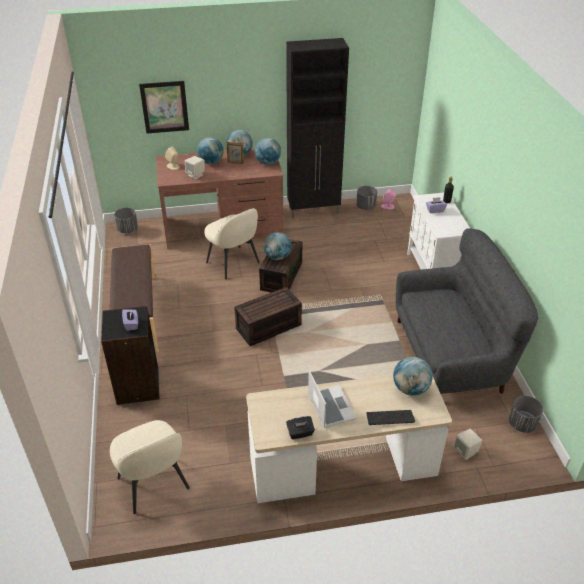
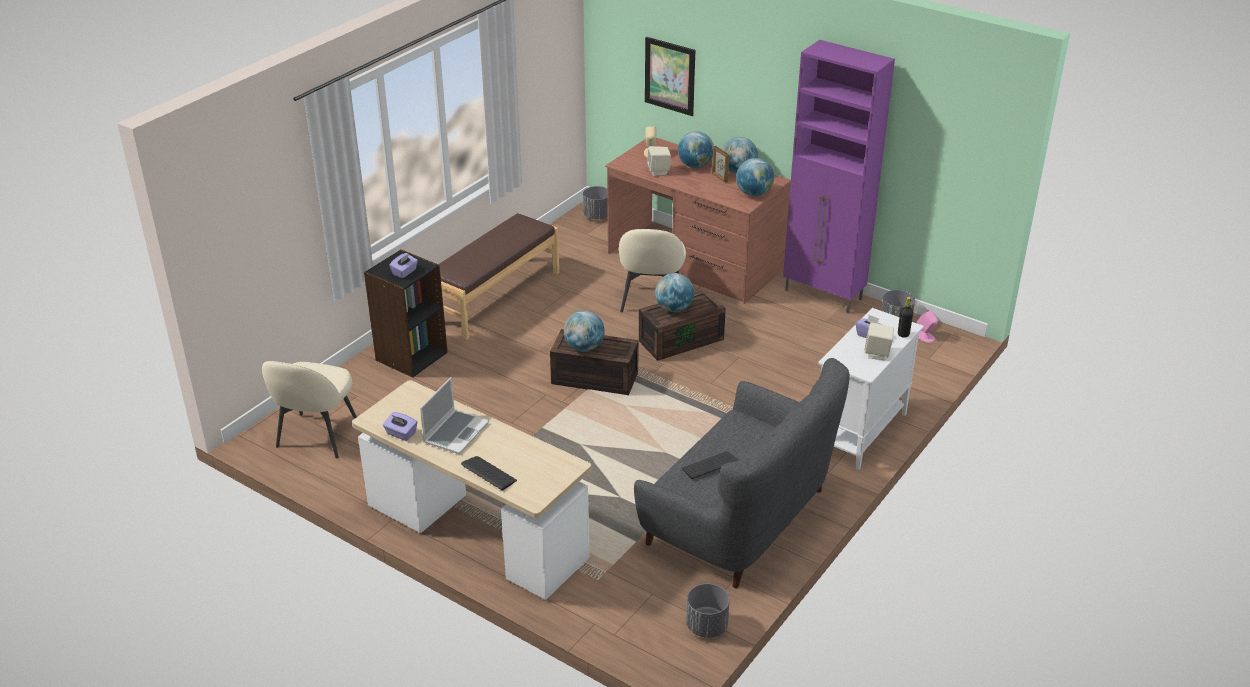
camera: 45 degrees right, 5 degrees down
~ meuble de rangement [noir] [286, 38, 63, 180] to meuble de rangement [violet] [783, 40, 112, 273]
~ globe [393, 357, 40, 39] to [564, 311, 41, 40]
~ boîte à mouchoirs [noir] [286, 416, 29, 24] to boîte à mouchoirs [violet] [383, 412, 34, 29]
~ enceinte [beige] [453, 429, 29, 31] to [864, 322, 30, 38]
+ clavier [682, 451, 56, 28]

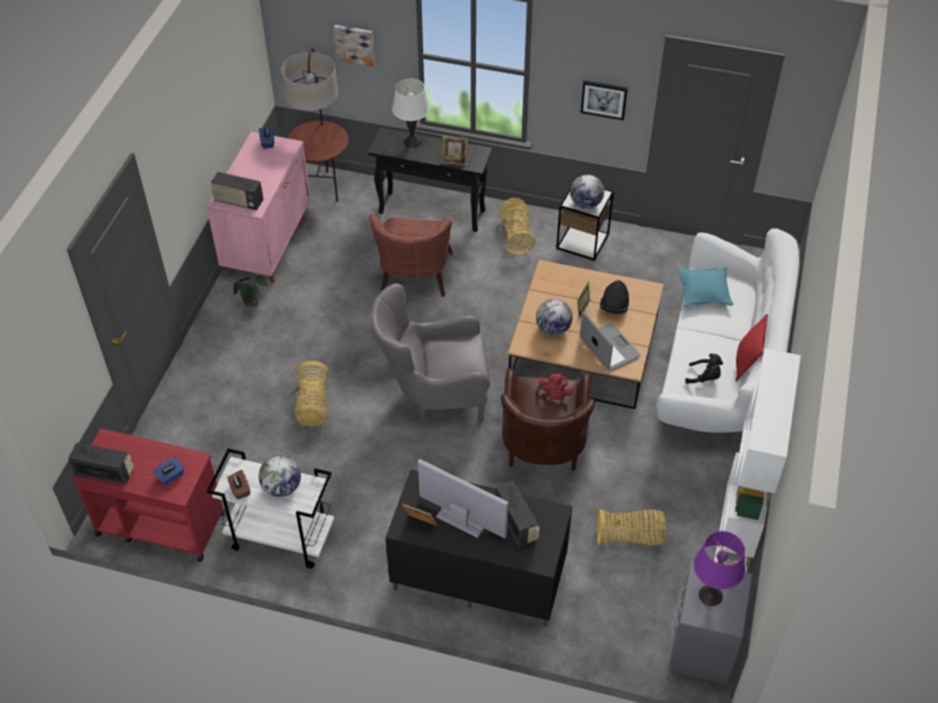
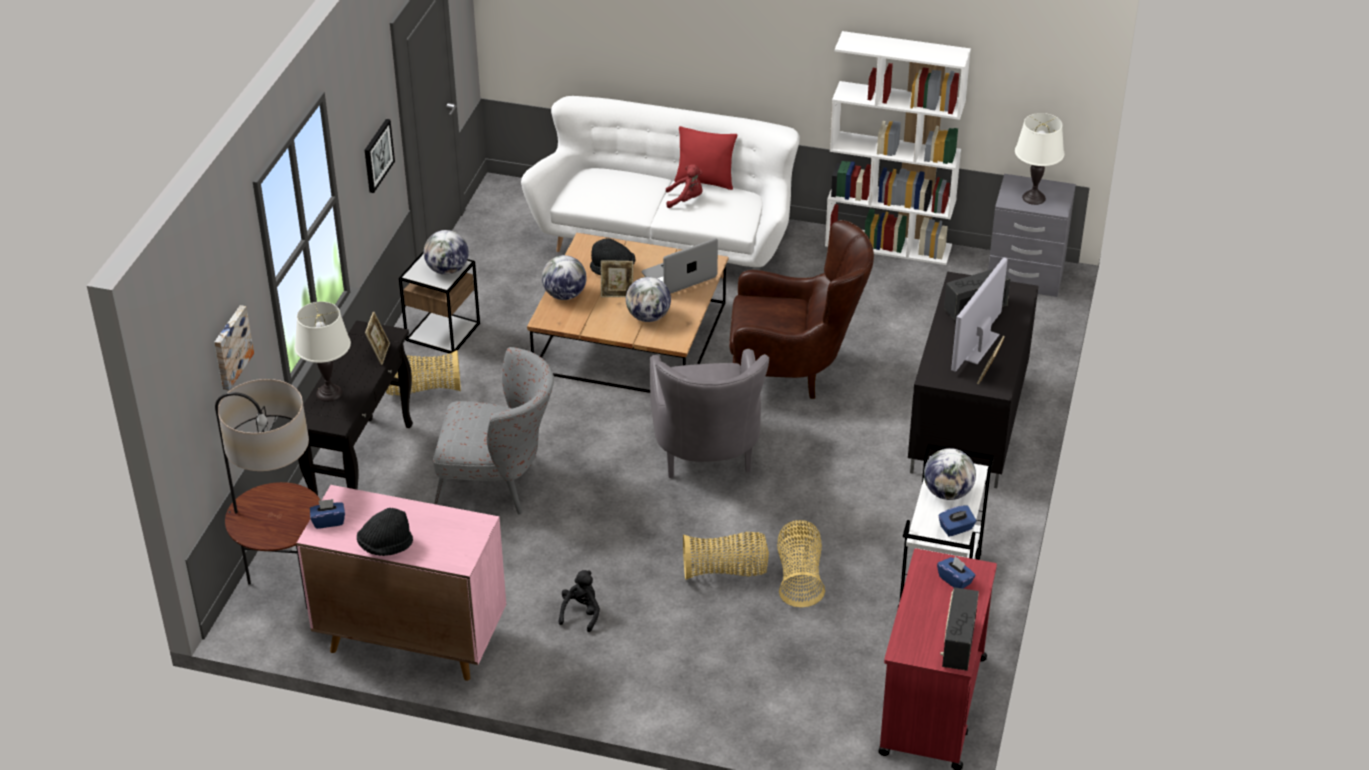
camera: 90 degrees left, 10 degrees down
- radio [211, 172, 53, 38]
~ fauteuil [marron] [369, 214, 84, 83] to fauteuil [gris] [433, 347, 121, 167]
- coussin [turquoise] [678, 268, 55, 38]
- plante en pot [233, 276, 35, 31]
~ peluche [noir] [685, 353, 38, 31] to [559, 570, 41, 62]
~ peluche [rouge] [538, 373, 35, 27] to [666, 164, 37, 44]
~ boîte à mouchoirs [marron] [227, 470, 23, 29] to boîte à mouchoirs [bleu] [939, 505, 37, 32]
~ panier [597, 509, 70, 37] to [777, 520, 48, 87]
~ lampe de table [violet] [693, 531, 52, 75] to lampe de table [blanc] [1015, 113, 49, 92]
+ globe [542, 255, 45, 45]
+ chapeau [noir] [357, 508, 56, 48]

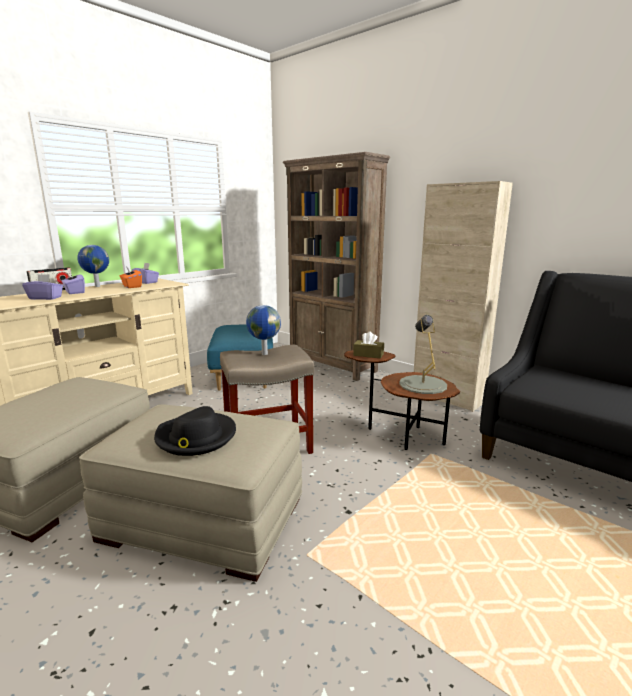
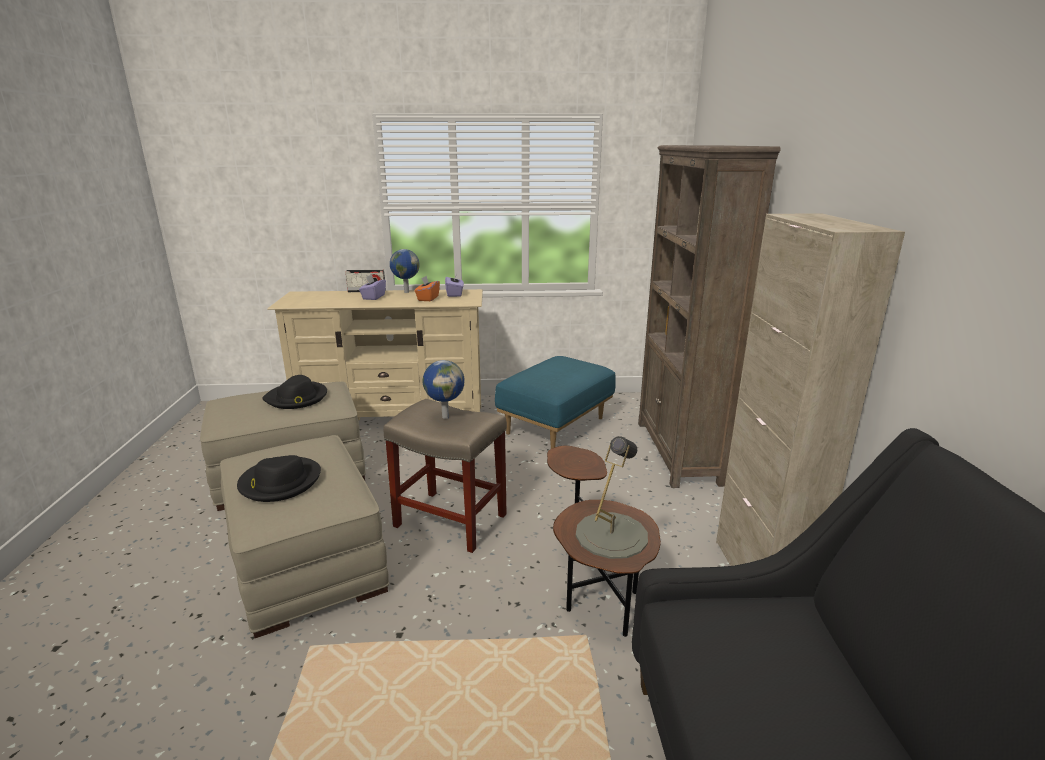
camera: 45 degrees right, 5 degrees up
- boîte à mouchoirs [violet] [22, 274, 41, 26]
- boîte à mouchoirs [marron] [353, 332, 31, 27]
+ chapeau [noir] [262, 375, 65, 34]

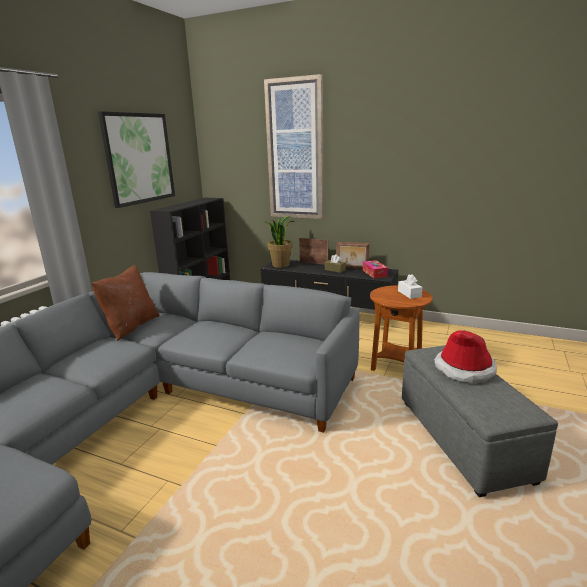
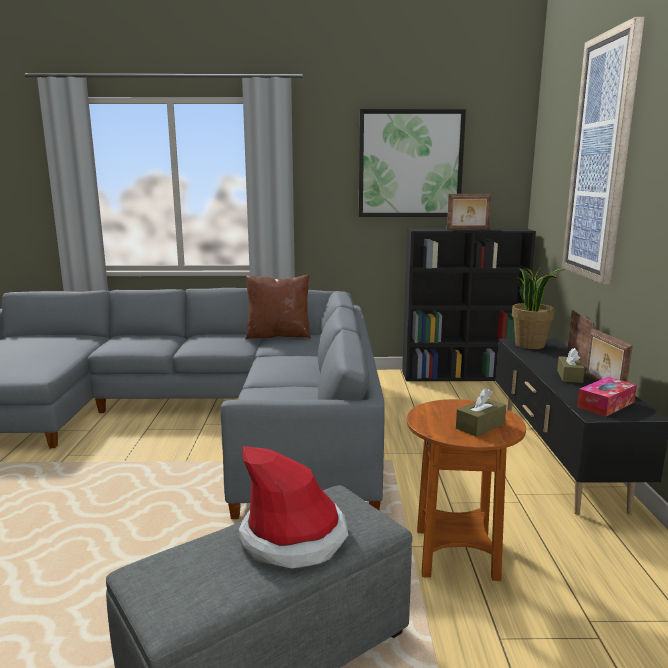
camera: 65 degrees right, 5 degrees down
~ boîte à mouchoirs [blanc] [398, 274, 24, 25] to boîte à mouchoirs [marron] [456, 388, 50, 49]
+ cadre photo [447, 194, 44, 36]

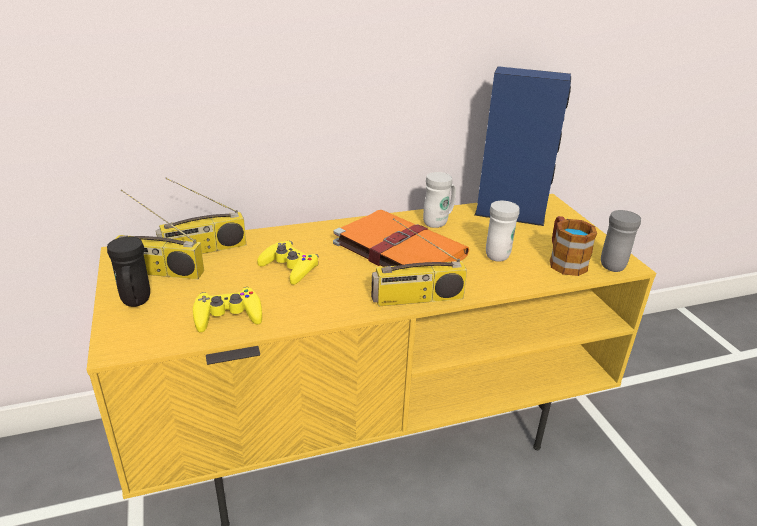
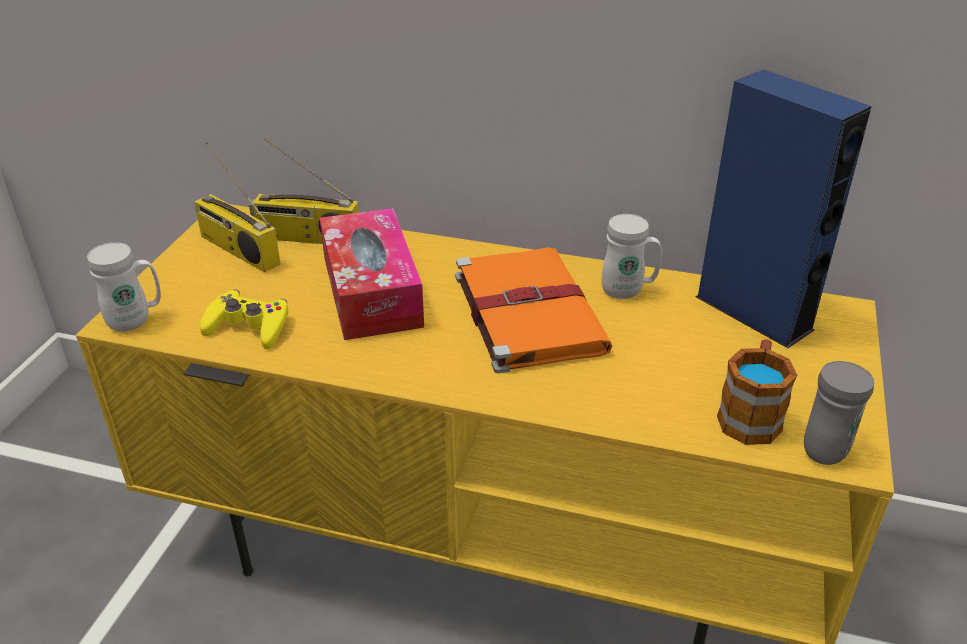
camera: 35 degrees right, 5 degrees up
~ mug [blanc] [486, 201, 34, 61] to [87, 242, 74, 89]
- radio [371, 218, 96, 88]
- mug [noir] [107, 236, 43, 71]
~ manette [jaune] [257, 241, 62, 44] to boîte à mouchoirs [320, 208, 104, 132]

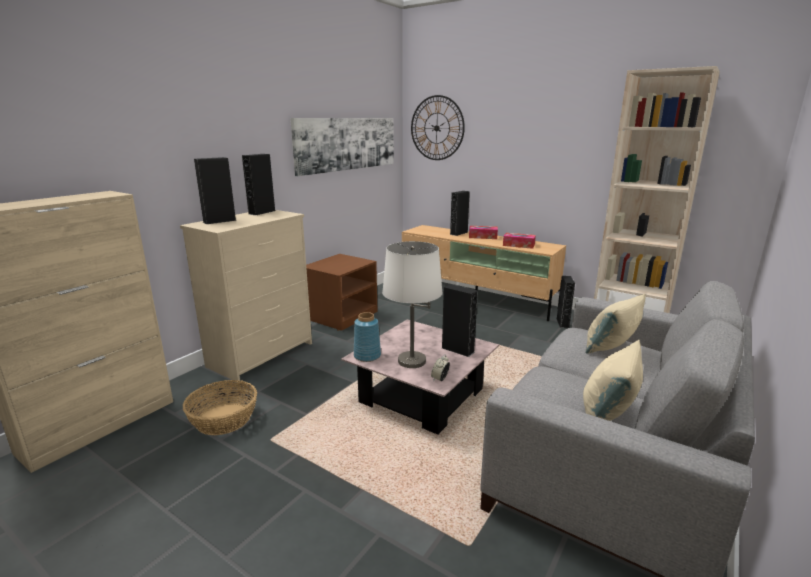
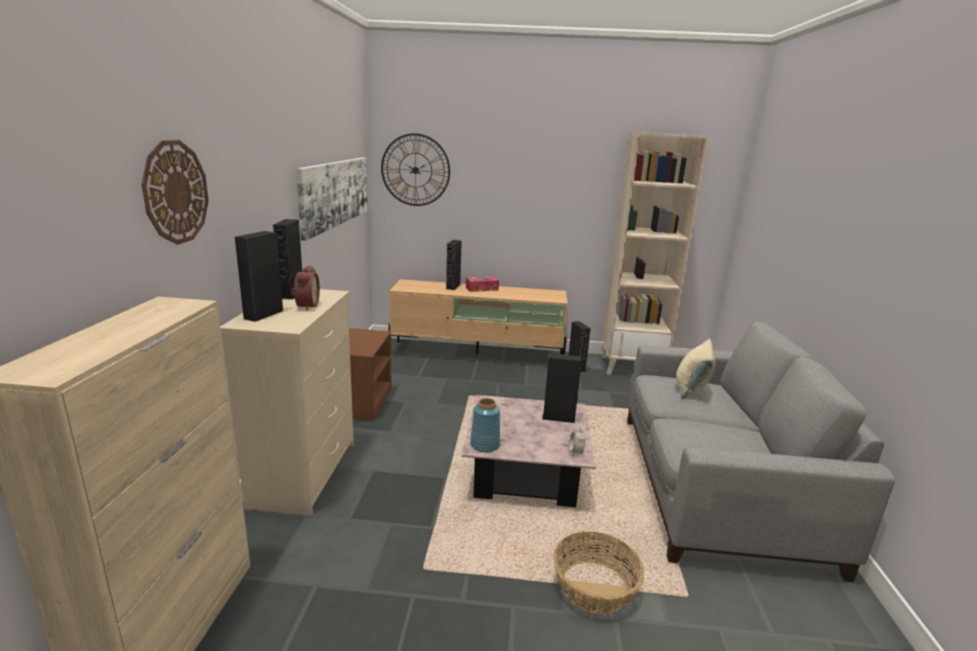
camera: 30 degrees left, 0 degrees up
- boîte à mouchoirs [503, 233, 33, 16]
- lampe de table [blanc] [382, 241, 61, 127]
- coussin [beige] [583, 340, 60, 81]
~ panier [183, 380, 74, 55] to [553, 531, 91, 83]
+ horloge murale [142, 140, 67, 105]
+ réveil [292, 265, 28, 46]

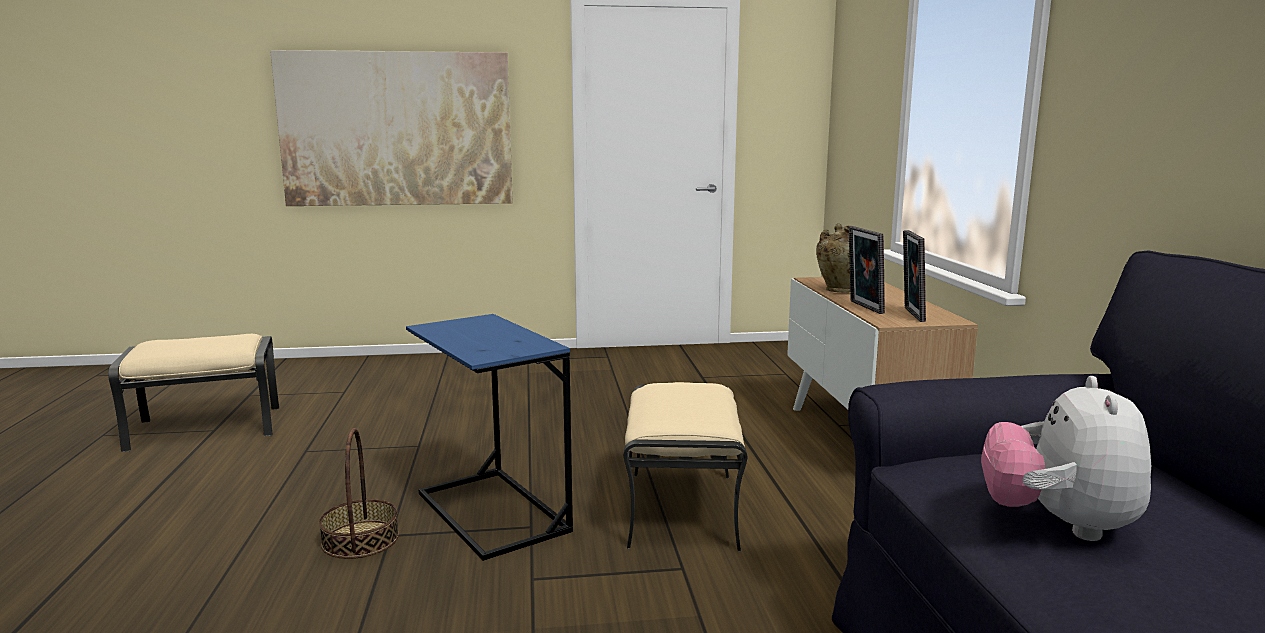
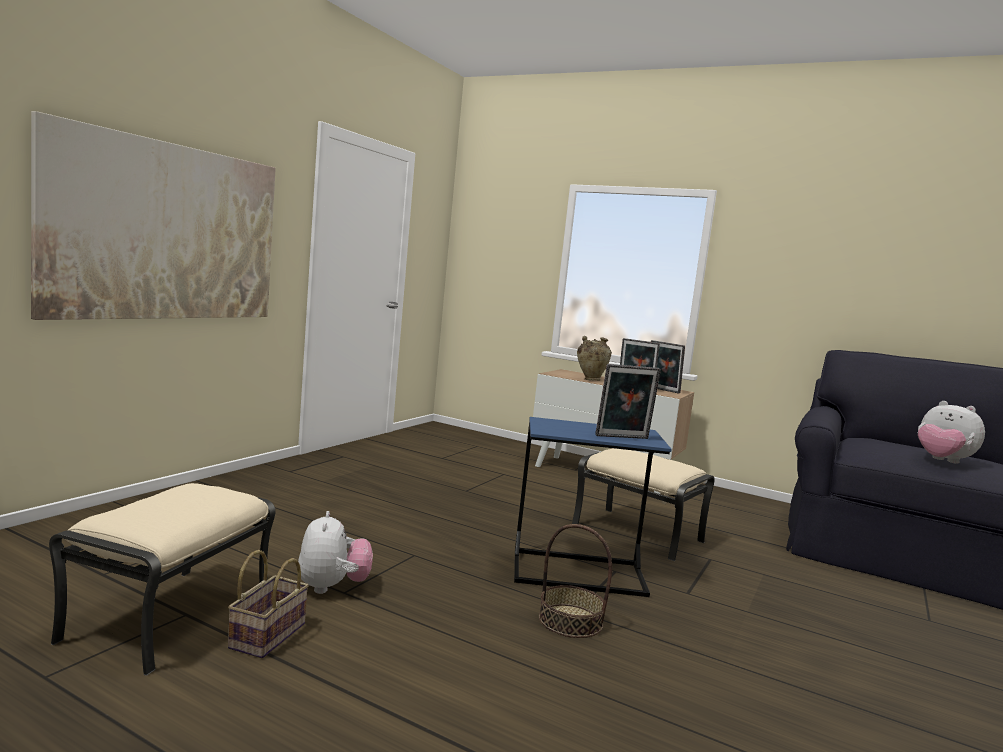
camera: 55 degrees left, 5 degrees down
+ cadre photo [595, 364, 66, 75]
+ peluche [298, 511, 75, 83]
+ panier [228, 550, 81, 108]

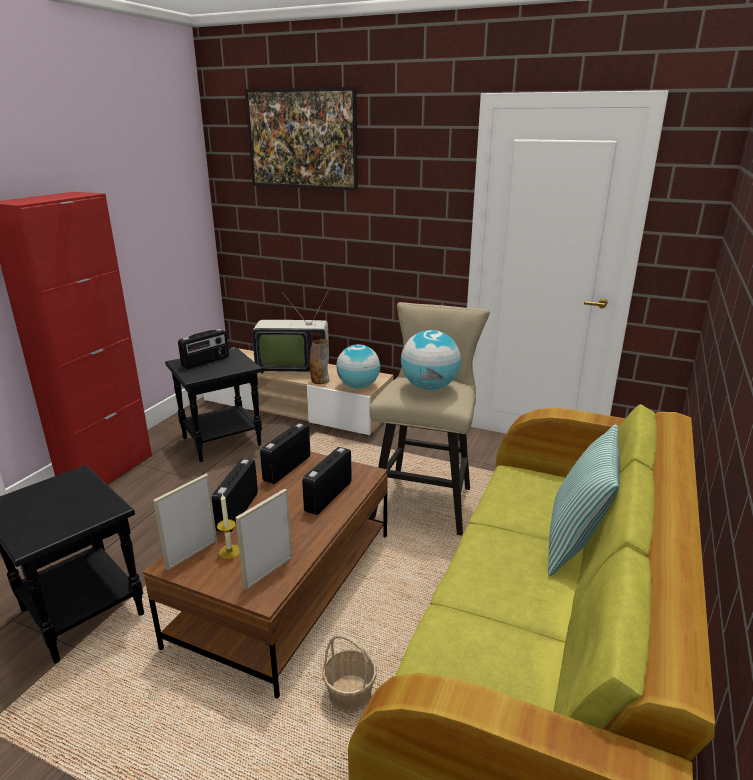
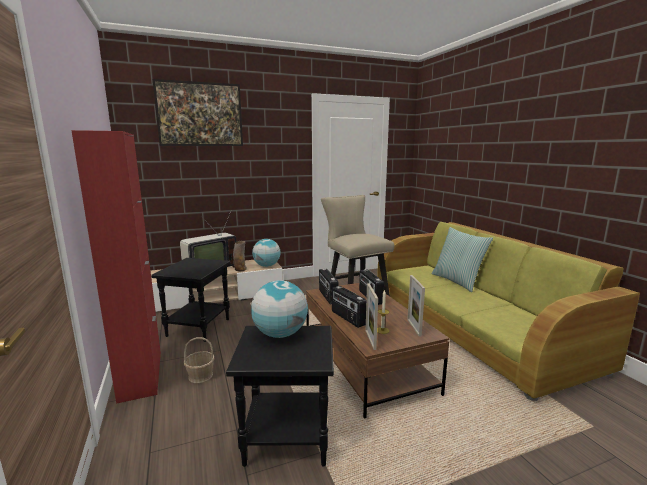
camera: 45 degrees left, 10 degrees down
- radio [178, 329, 51, 40]
~ globe [401, 330, 60, 60] to [251, 280, 57, 58]
~ panier [322, 634, 55, 79] to [184, 337, 31, 46]

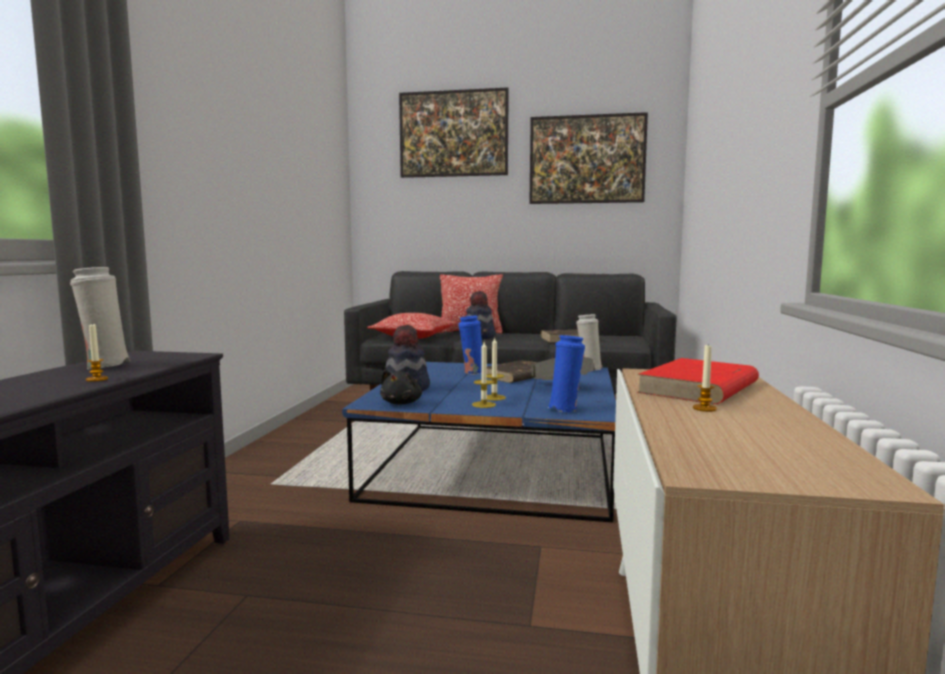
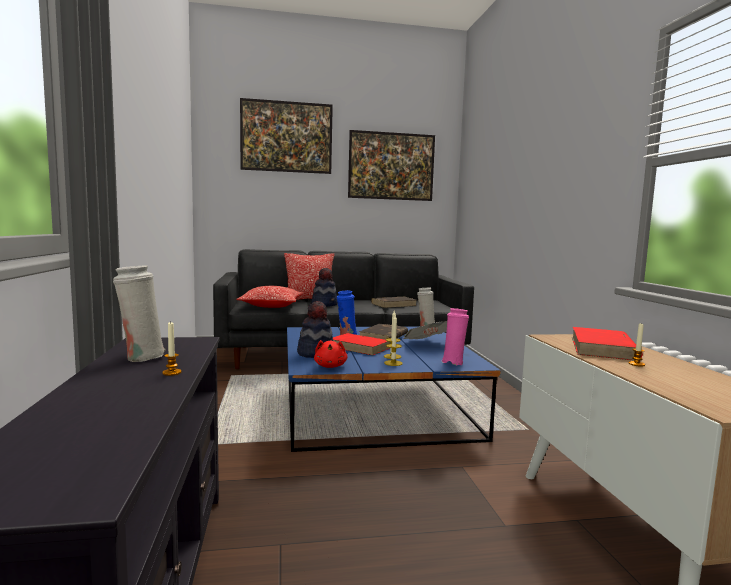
camera: 20 degrees left, 0 degrees up
~ vase [bleu] [548, 335, 37, 78] to vase [rose] [442, 308, 27, 57]
~ peluche [noir] [380, 370, 42, 35] to peluche [rouge] [314, 340, 33, 28]
+ livre [rouge] [333, 333, 58, 22]

